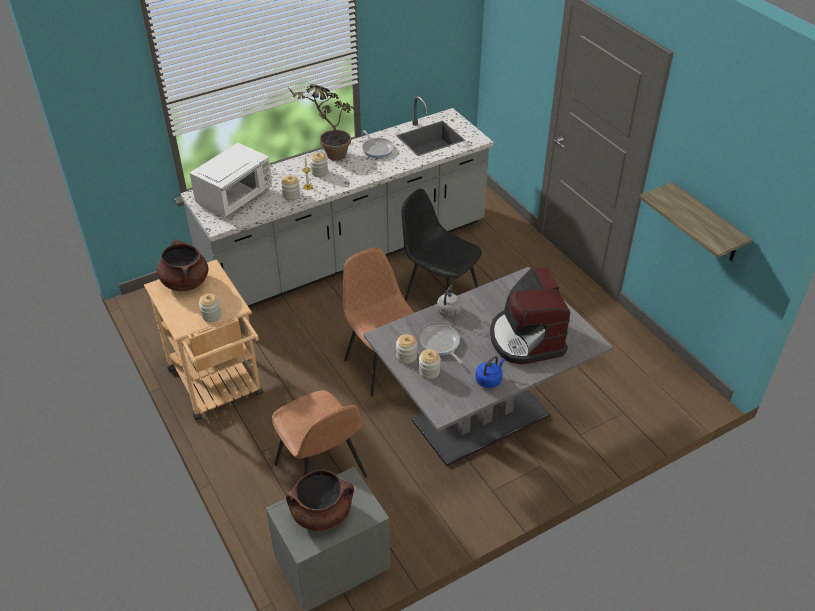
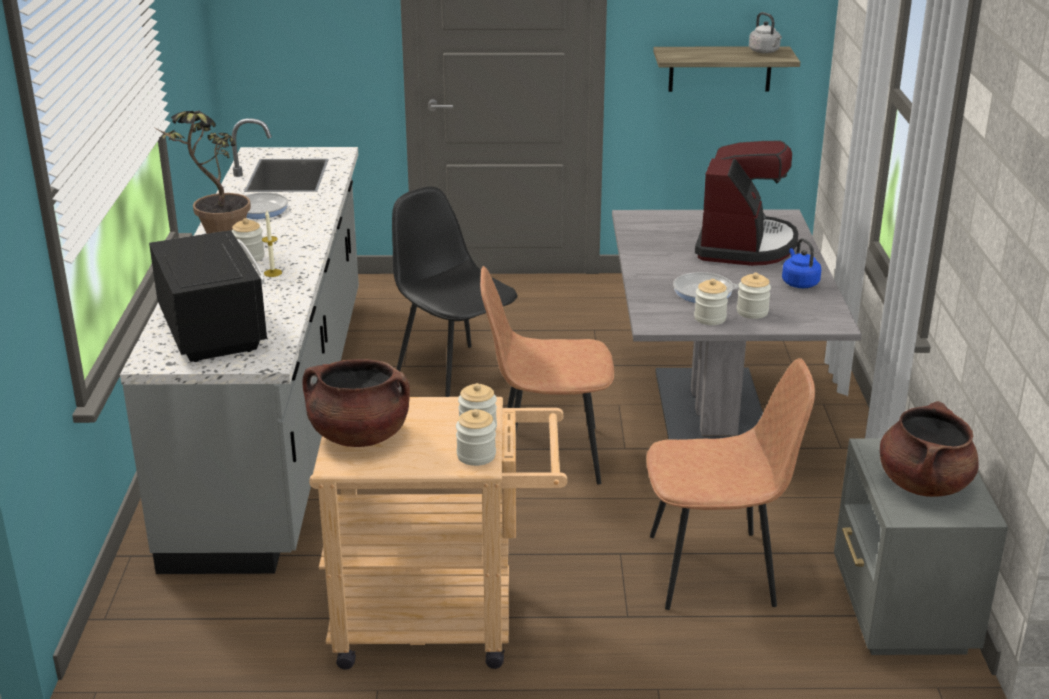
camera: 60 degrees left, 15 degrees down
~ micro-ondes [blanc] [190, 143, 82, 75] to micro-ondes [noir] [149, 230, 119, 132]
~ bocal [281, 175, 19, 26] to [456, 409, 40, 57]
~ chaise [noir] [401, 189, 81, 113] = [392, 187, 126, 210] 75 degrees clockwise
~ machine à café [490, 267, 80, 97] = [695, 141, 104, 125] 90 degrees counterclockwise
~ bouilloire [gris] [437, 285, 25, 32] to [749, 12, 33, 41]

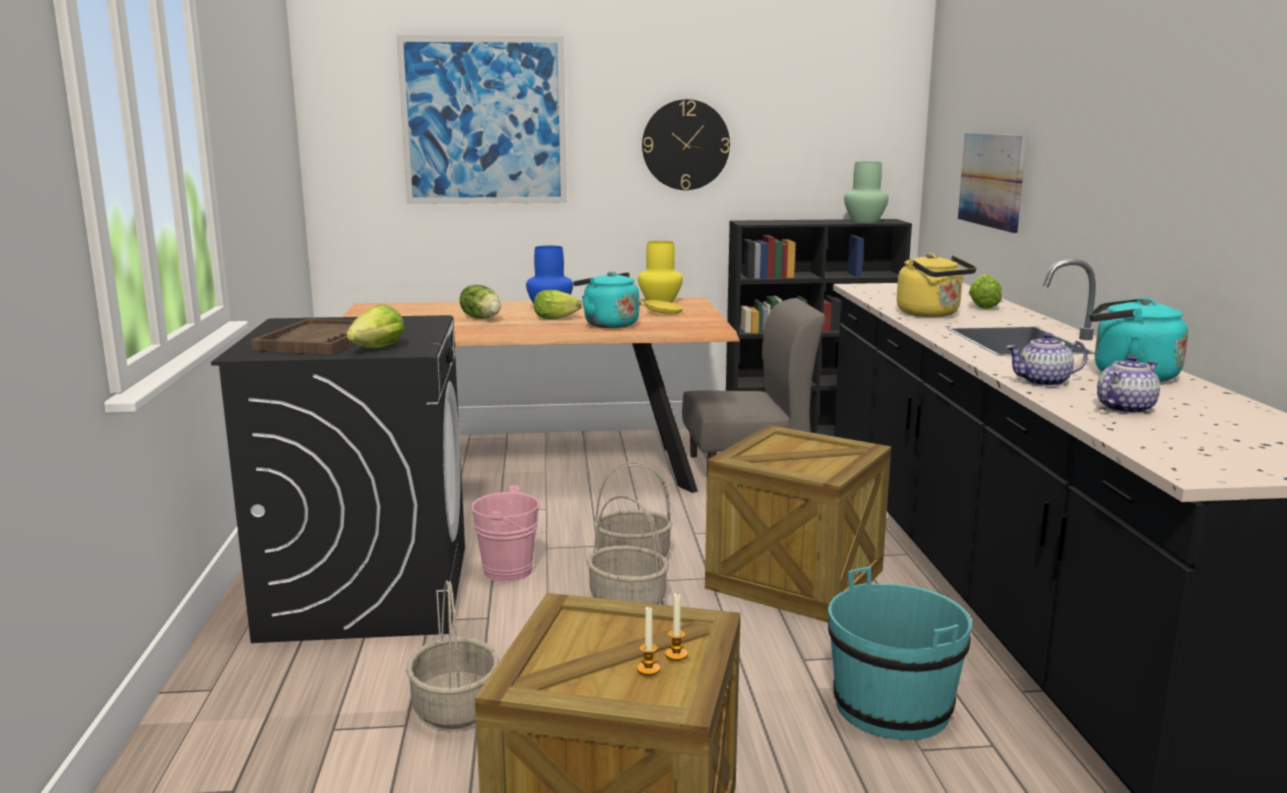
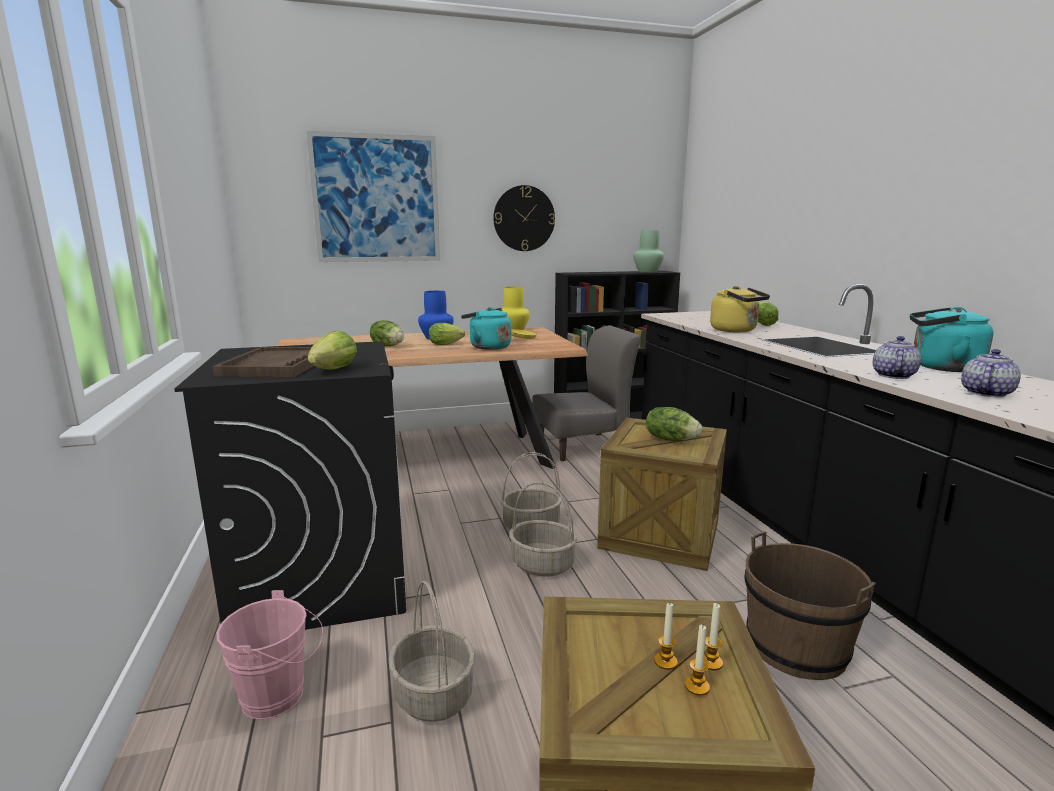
camera: 10 degrees left, 0 degrees up
- tableau [958, 133, 69, 100]
~ théière [1006, 333, 82, 54] = [873, 336, 48, 43] 135 degrees clockwise
~ seau [rose] [471, 485, 81, 97] to [216, 590, 107, 129]
~ seau [turquoise] [828, 567, 144, 173] to seau [marron] [744, 531, 132, 149]
+ laitue [646, 407, 57, 34]
+ bougie [654, 603, 24, 67]

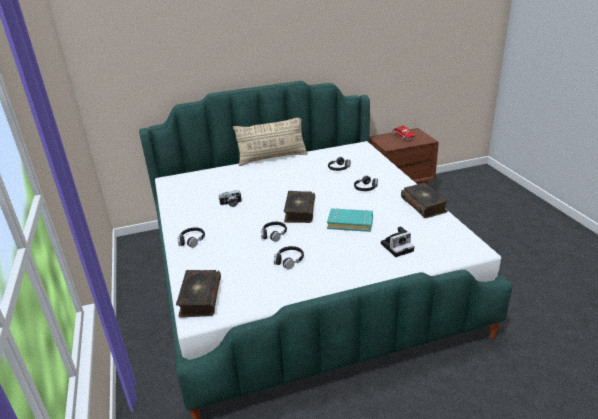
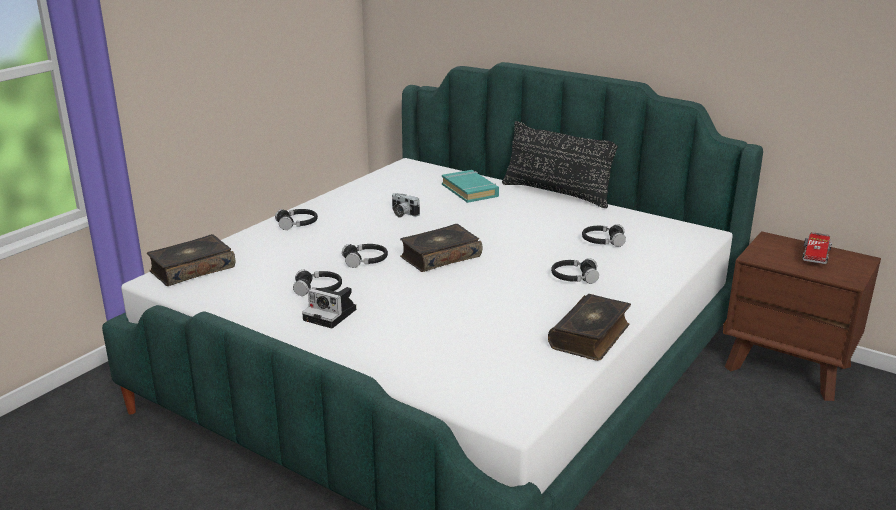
camera: 50 degrees right, 5 degrees down
~ coussin [beige] [233, 118, 75, 48] to coussin [noir] [502, 121, 116, 87]
~ livre [turquoise] [327, 208, 46, 24] to [442, 170, 57, 33]
~ appareil photo [381, 226, 33, 31] to [302, 287, 54, 41]

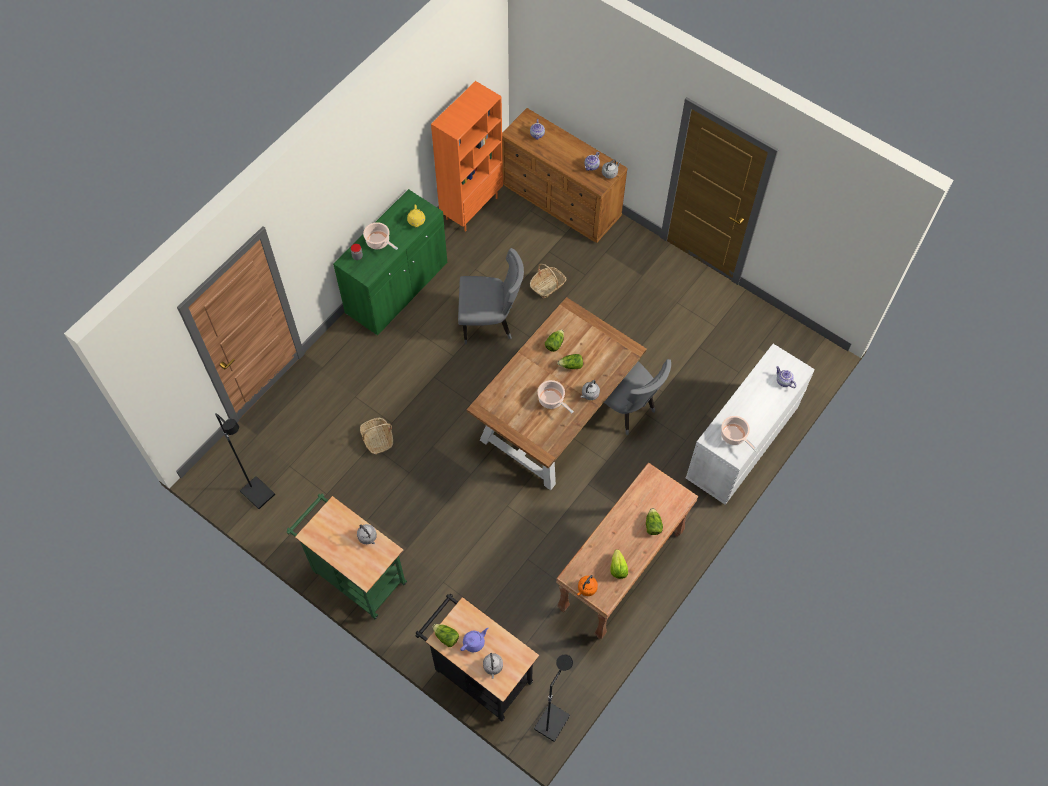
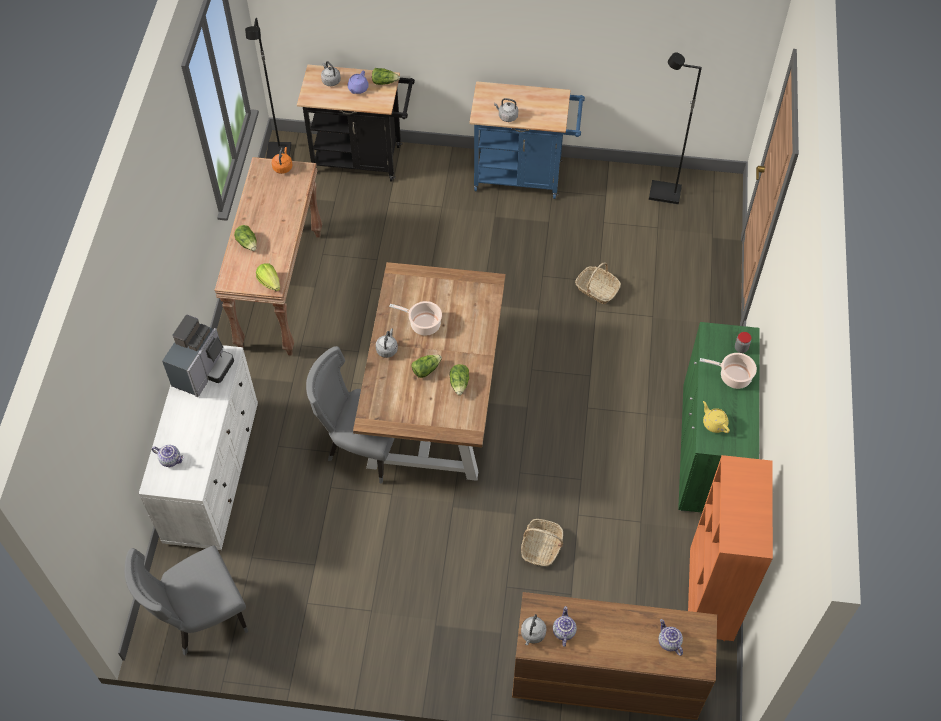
camera: 150 degrees right, 5 degrees down
~ chaise [gris] [458, 248, 66, 96] to [125, 545, 123, 110]
~ marmite [721, 416, 37, 36] to machine à café [162, 315, 72, 82]
~ chariot [vert] [286, 494, 121, 125] to chariot [bleu] [469, 81, 116, 118]
~ laitue [611, 549, 17, 30] to [256, 263, 24, 28]

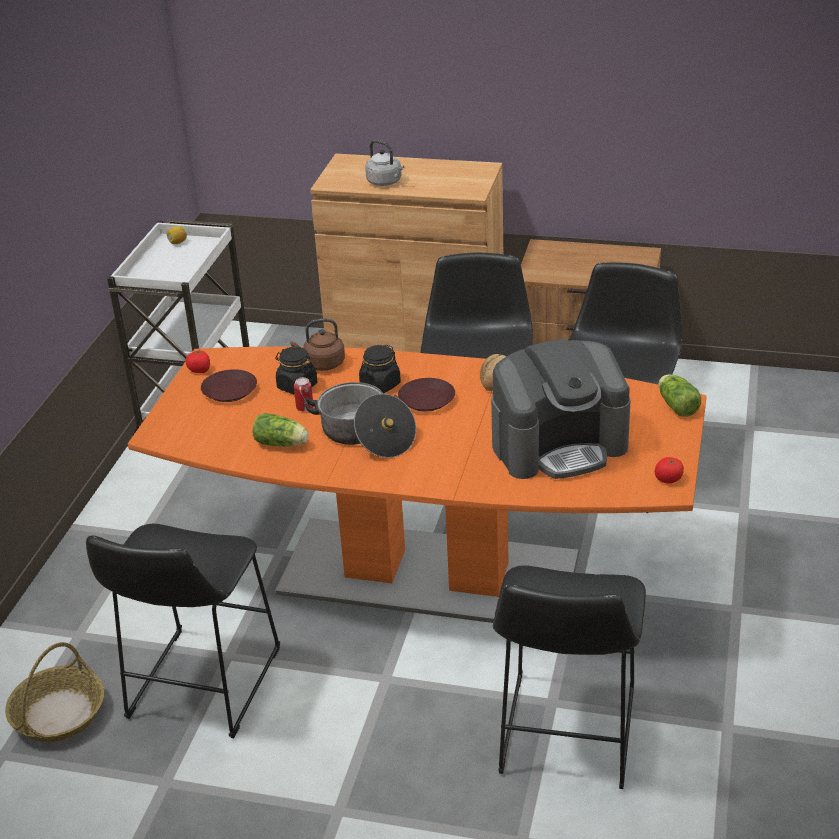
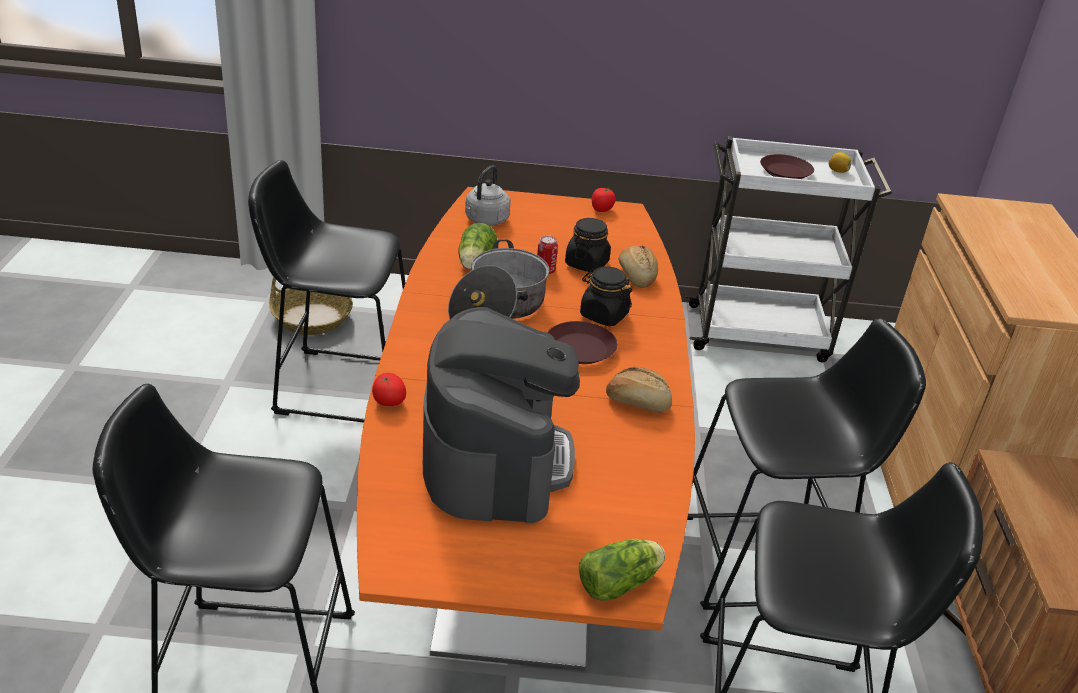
camera: 75 degrees right, 0 degrees up
~ bouilloire [gris] [365, 140, 39, 46] to [465, 165, 46, 61]
~ bouilloire [marron] [290, 318, 55, 53] to pain [619, 246, 39, 42]
~ machine à café [491, 339, 140, 140] = [423, 307, 157, 216] 150 degrees counterclockwise
~ assiette [marron] [201, 369, 56, 33] to [760, 154, 54, 25]
~ tomate [655, 457, 29, 27] to [372, 373, 34, 33]

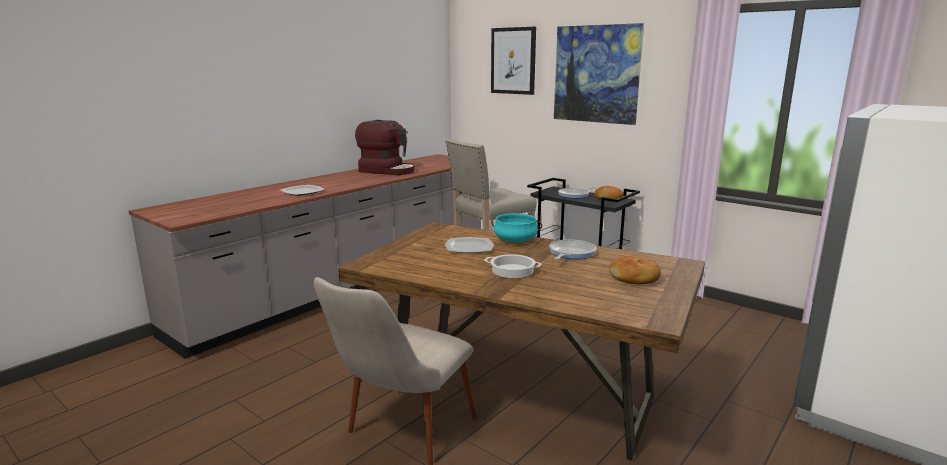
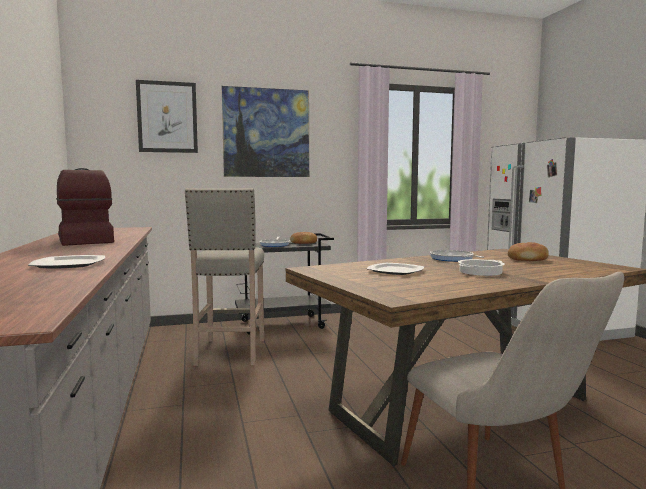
camera: 55 degrees left, 10 degrees down
~ machine à café [355, 120, 60, 55] = [56, 168, 58, 78] 90 degrees counterclockwise
- marmite [turquoise] [491, 213, 51, 29]

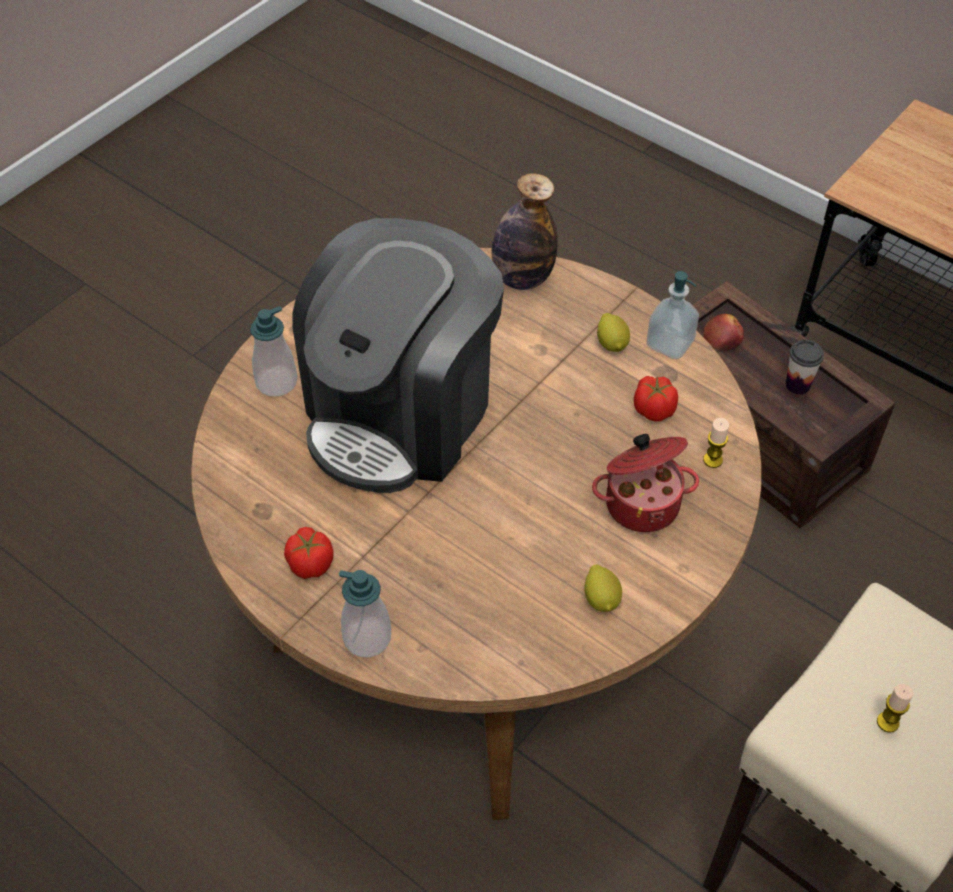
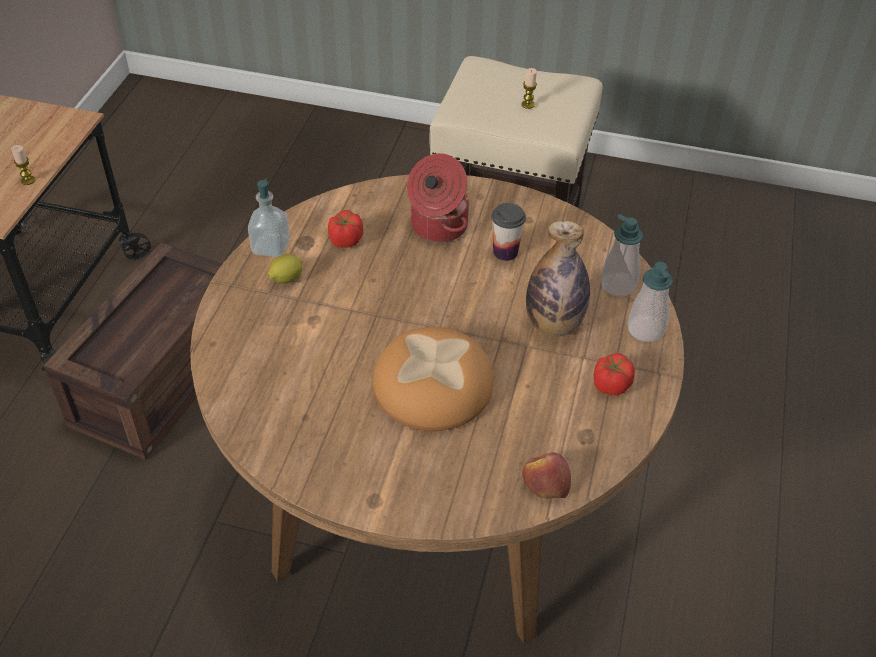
camera: 115 degrees left, 5 degrees down
~ bouteille [492, 173, 66, 117] to [526, 221, 64, 115]
~ machine à café [292, 218, 212, 275] to pain [372, 327, 122, 104]
~ distributeur de savon [250, 306, 47, 91] to [601, 214, 42, 83]
~ pomme [703, 314, 41, 36] to [522, 452, 49, 46]
~ tasse [786, 340, 38, 55] to [492, 203, 34, 58]
~ bougie [703, 418, 26, 50] to [11, 145, 24, 40]
- citron [584, 564, 38, 48]

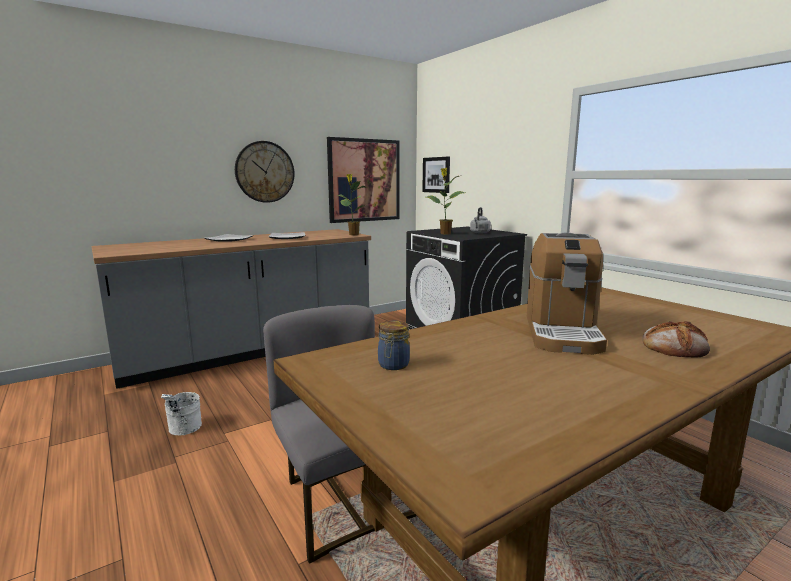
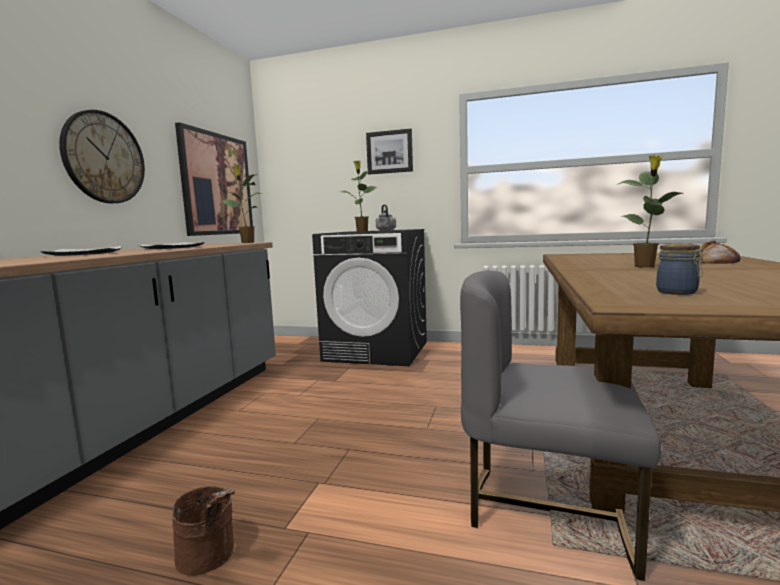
camera: 40 degrees left, 5 degrees down
~ tableau [422, 157, 28, 36] to [366, 128, 47, 47]
~ machine à café [527, 232, 80, 123] to plante en pot [618, 155, 65, 113]
~ seau [blanc] [161, 392, 41, 43] to seau [marron] [172, 486, 63, 90]

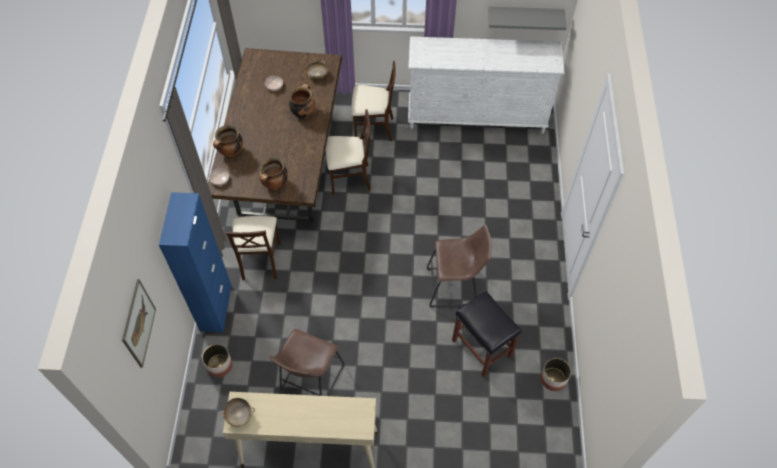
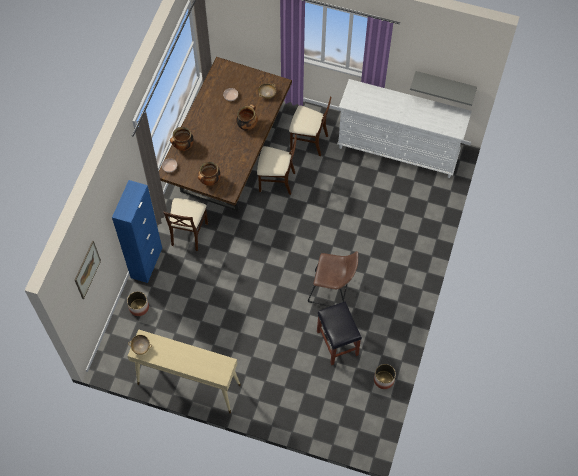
camera: 15 degrees right, 5 degrees up
- tabouret [marron] [269, 329, 75, 67]

